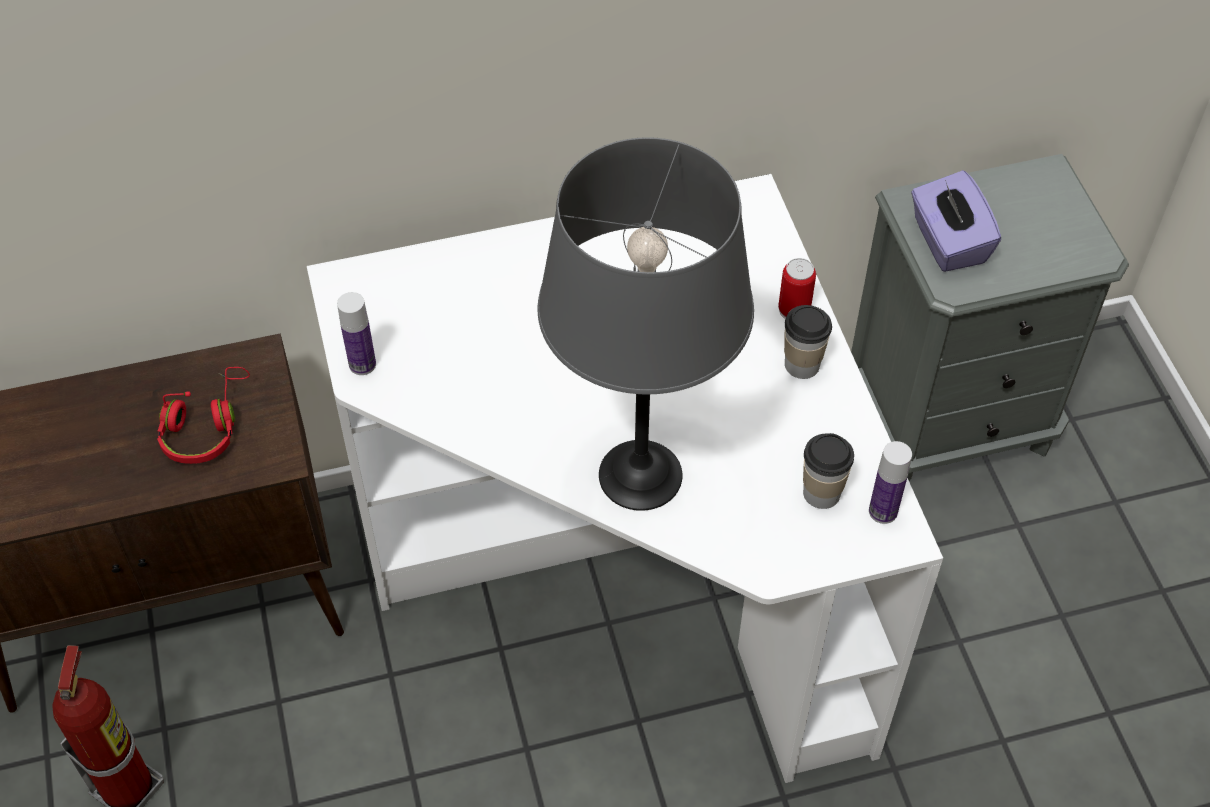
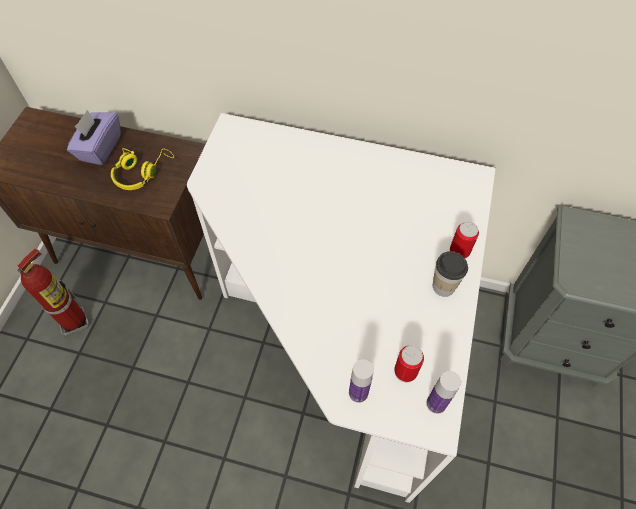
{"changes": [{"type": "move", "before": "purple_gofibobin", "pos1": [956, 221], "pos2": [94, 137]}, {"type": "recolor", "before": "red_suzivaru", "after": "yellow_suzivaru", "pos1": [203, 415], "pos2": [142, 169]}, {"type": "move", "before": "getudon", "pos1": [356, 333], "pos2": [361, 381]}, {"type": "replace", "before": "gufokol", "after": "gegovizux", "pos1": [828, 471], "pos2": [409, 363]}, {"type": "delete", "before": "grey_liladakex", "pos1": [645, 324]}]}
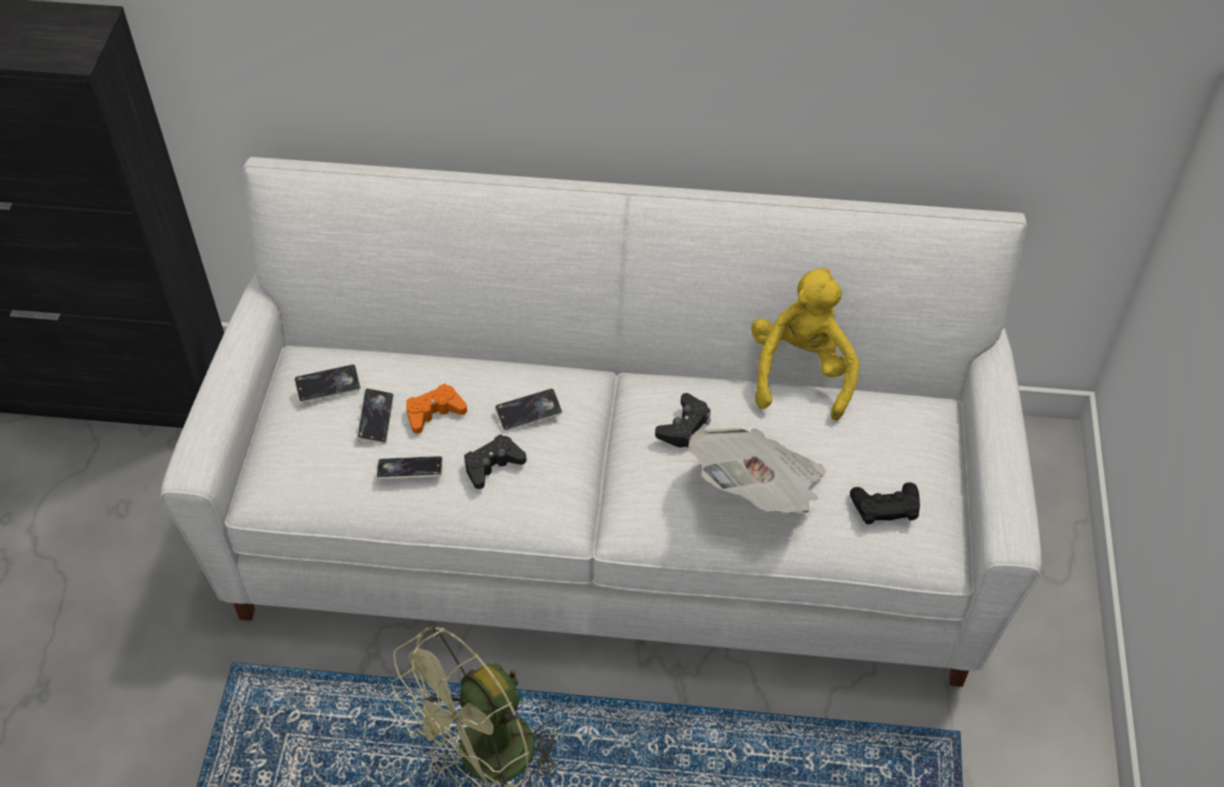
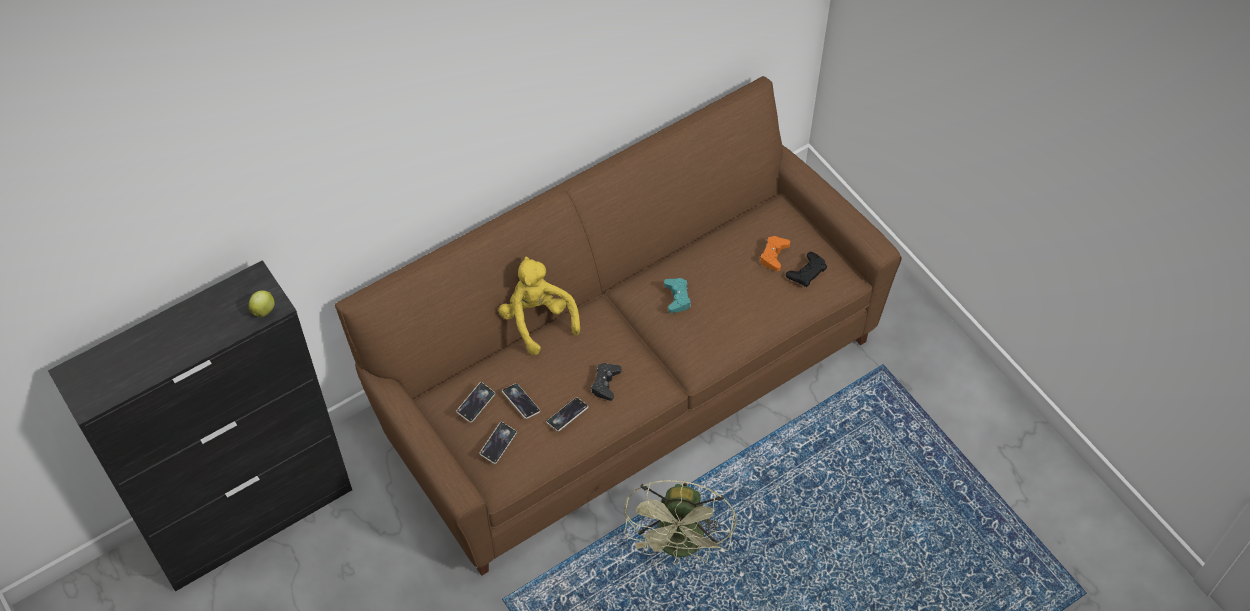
{"changes": [{"type": "insert", "after": "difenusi", "pos2": [262, 303]}, {"type": "recolor", "before": "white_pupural", "after": "brown_pupural", "pos1": [601, 422], "pos2": [618, 326]}, {"type": "move", "before": "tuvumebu", "pos1": [528, 409], "pos2": [498, 443]}, {"type": "move", "before": "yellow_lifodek", "pos1": [805, 344], "pos2": [539, 305]}, {"type": "recolor", "before": "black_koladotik", "after": "turquoise_koladotik", "pos1": [683, 420], "pos2": [677, 295]}, {"type": "move", "before": "orange_koladotik", "pos1": [436, 409], "pos2": [774, 253]}, {"type": "delete", "before": "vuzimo", "pos1": [757, 471]}]}
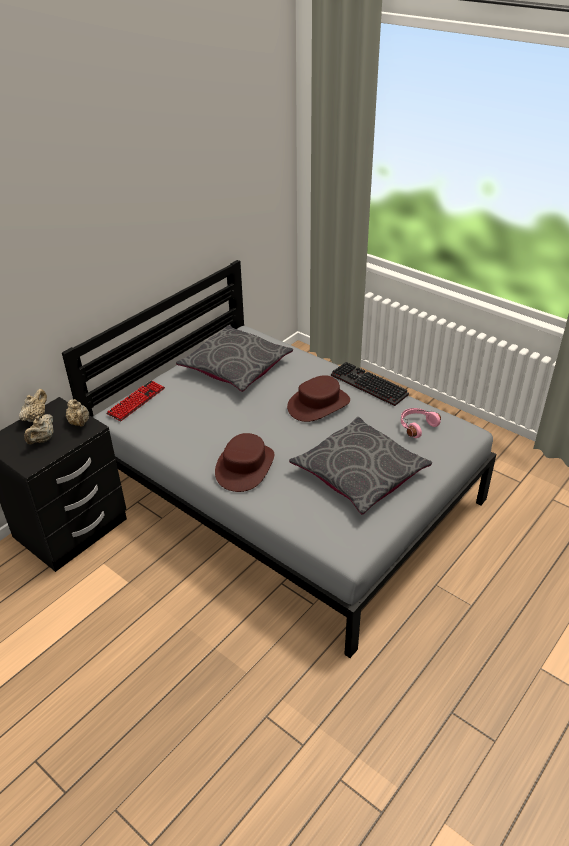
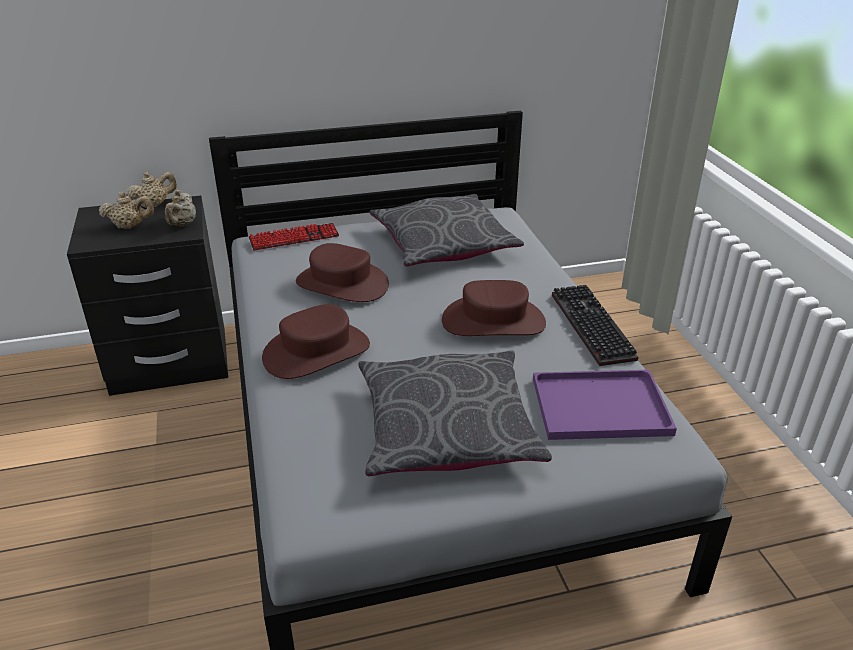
{"changes": [{"type": "rotate", "before": "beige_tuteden", "pos1": [39, 429], "pos2": [126, 210], "turn": -150}, {"type": "insert", "after": "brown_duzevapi", "pos2": [342, 272]}, {"type": "replace", "before": "pink_suzivaru", "after": "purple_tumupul", "pos1": [421, 423], "pos2": [605, 405]}]}
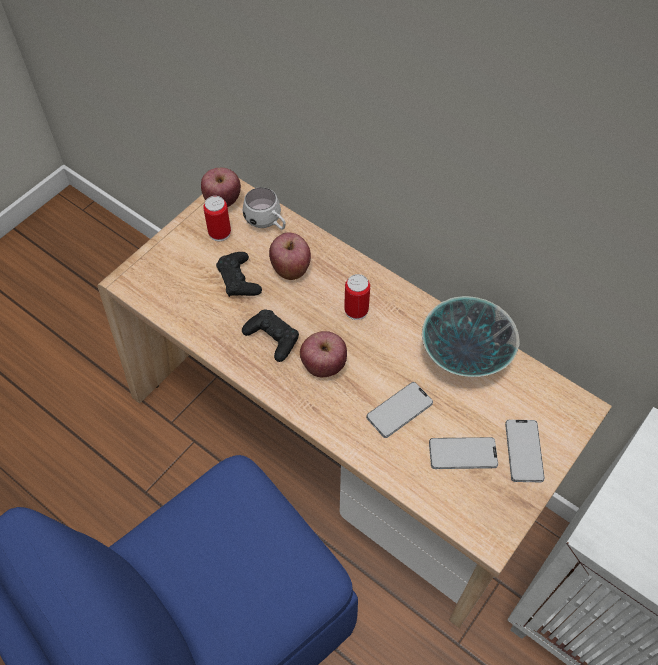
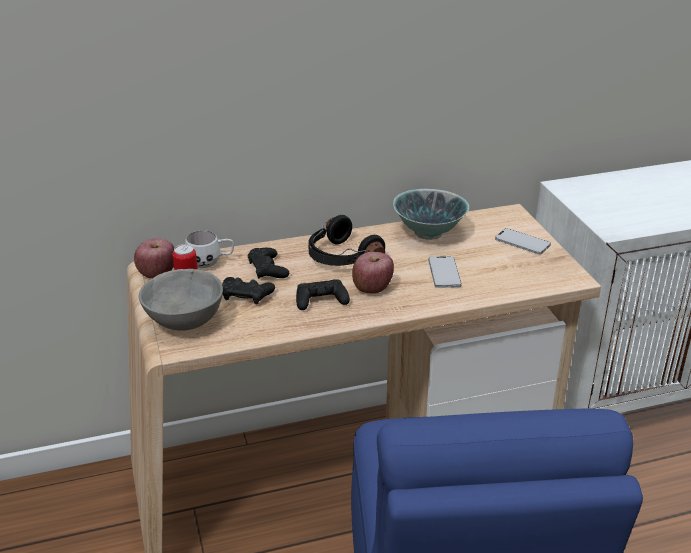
{"changes": [{"type": "insert", "after": "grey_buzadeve", "pos2": [181, 300]}, {"type": "replace", "before": "difenusi", "after": "black_koladotik", "pos1": [290, 256], "pos2": [268, 263]}, {"type": "replace", "before": "gegovizux", "after": "black_suzivaru", "pos1": [357, 297], "pos2": [346, 240]}, {"type": "delete", "before": "tuvumebu", "pos1": [463, 453]}]}
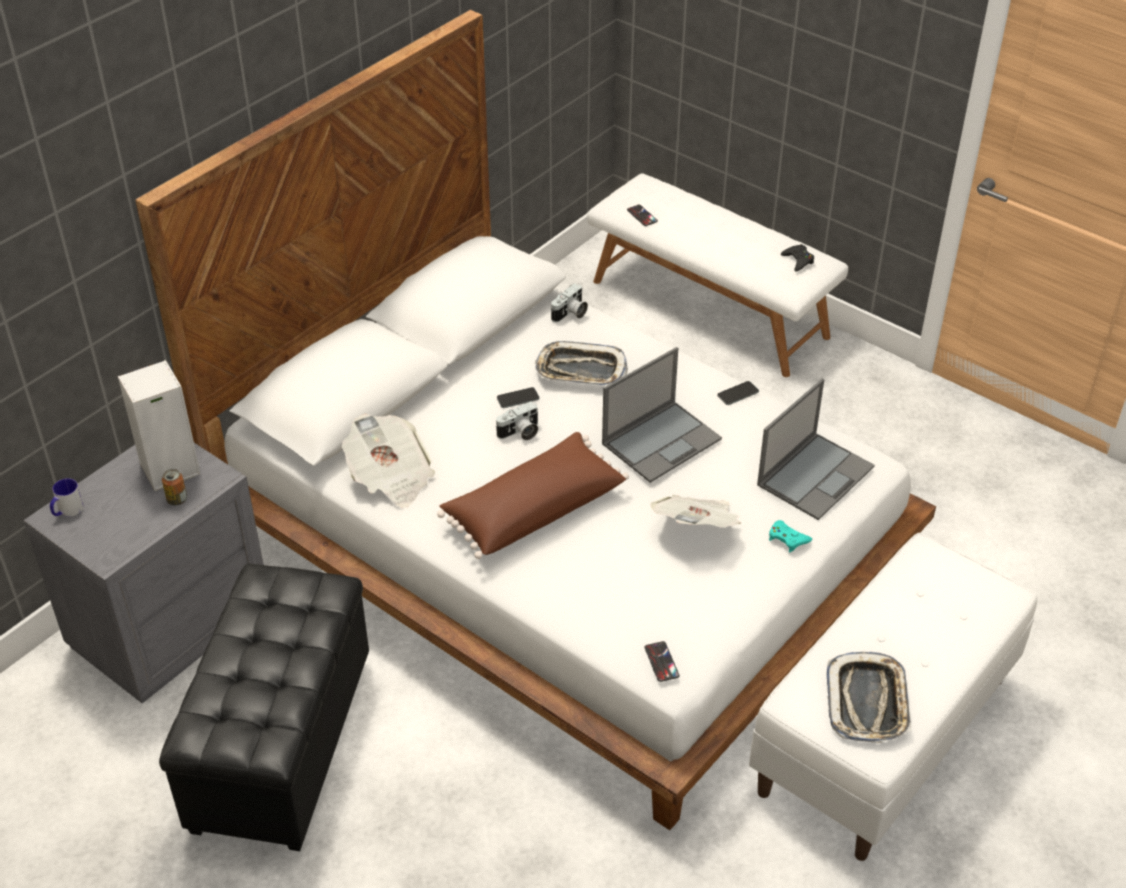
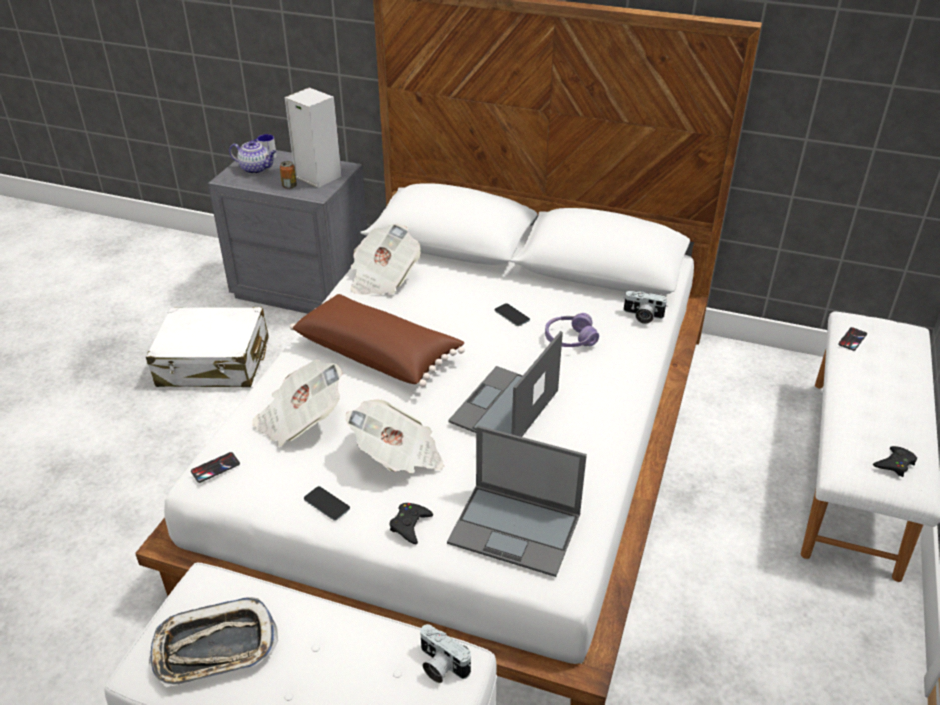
{"changes": [{"type": "replace", "before": "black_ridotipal", "after": "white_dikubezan", "pos1": [264, 707], "pos2": [207, 347]}, {"type": "insert", "after": "tuteden", "pos2": [253, 157]}, {"type": "insert", "after": "vuzimo", "pos2": [297, 402]}, {"type": "move", "before": "tuvumebu", "pos1": [738, 393], "pos2": [327, 503]}, {"type": "recolor", "before": "turquoise_koladotik", "after": "black_koladotik", "pos1": [790, 536], "pos2": [411, 523]}, {"type": "move", "before": "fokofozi", "pos1": [516, 420], "pos2": [445, 653]}, {"type": "rotate", "before": "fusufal", "pos1": [662, 415], "pos2": [505, 384], "turn": 90}, {"type": "replace", "before": "tumupul", "after": "purple_suzivaru", "pos1": [581, 363], "pos2": [572, 330]}]}
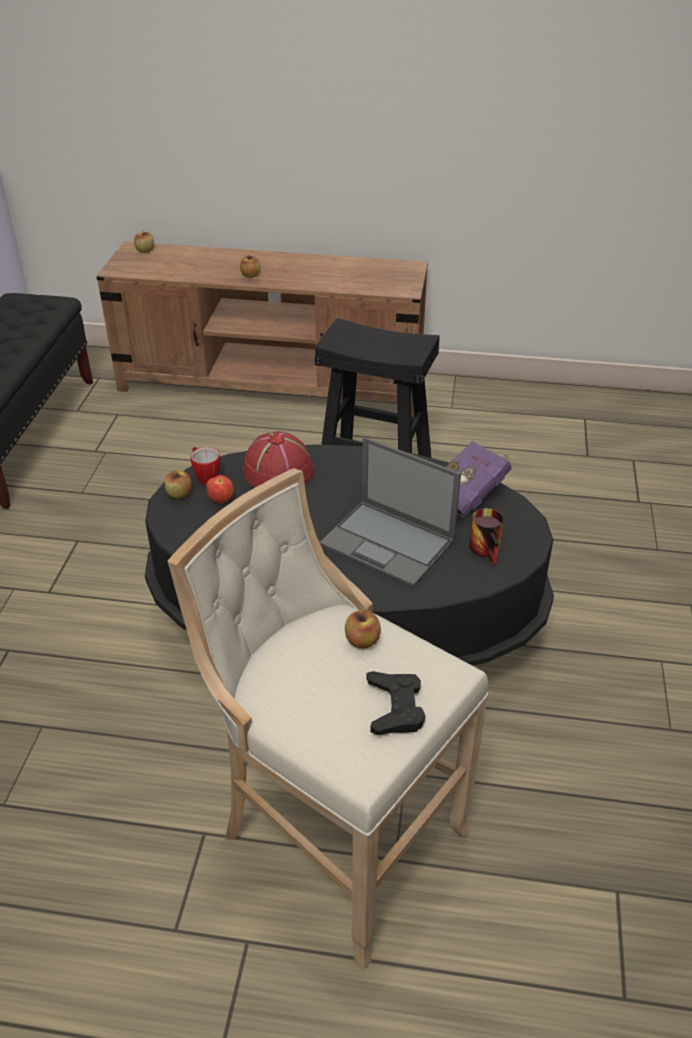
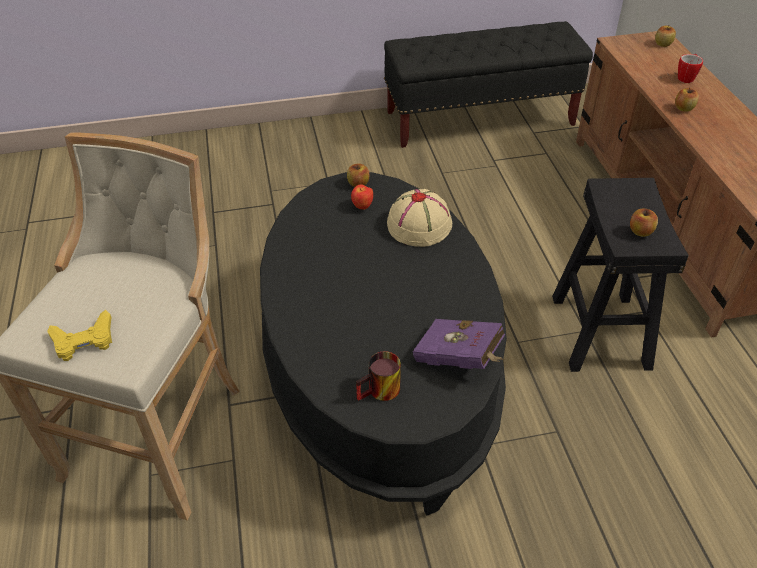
{"changes": [{"type": "recolor", "before": "black_koladotik", "after": "yellow_koladotik", "pos1": [395, 703], "pos2": [79, 335]}, {"type": "recolor", "before": "red_duzevapi", "after": "beige_duzevapi", "pos1": [278, 459], "pos2": [419, 218]}, {"type": "move", "before": "difenusi", "pos1": [363, 629], "pos2": [644, 222]}, {"type": "move", "before": "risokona", "pos1": [205, 465], "pos2": [690, 68]}, {"type": "delete", "before": "fusufal", "pos1": [390, 512]}]}
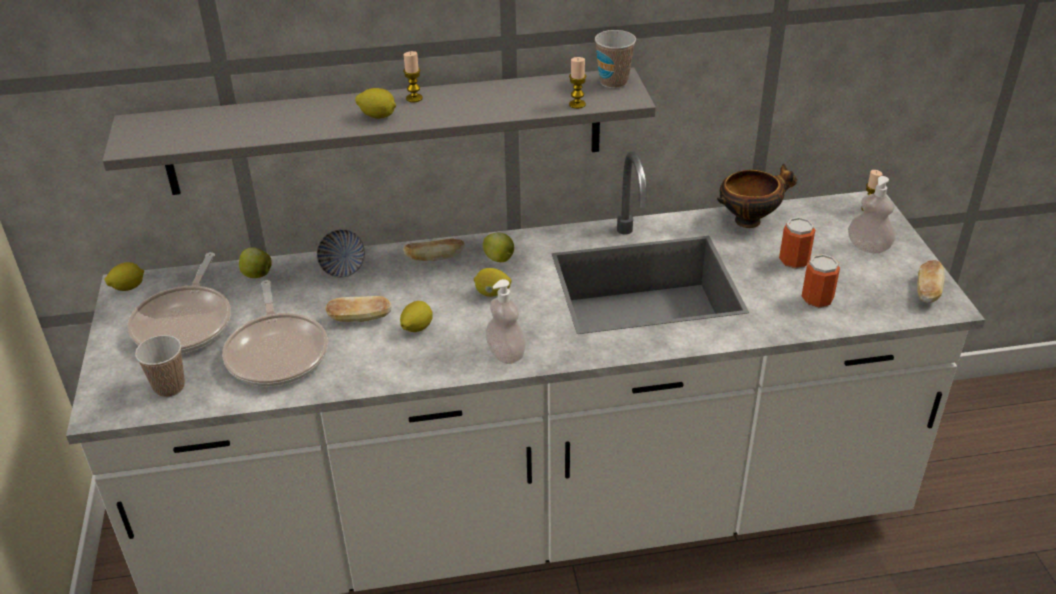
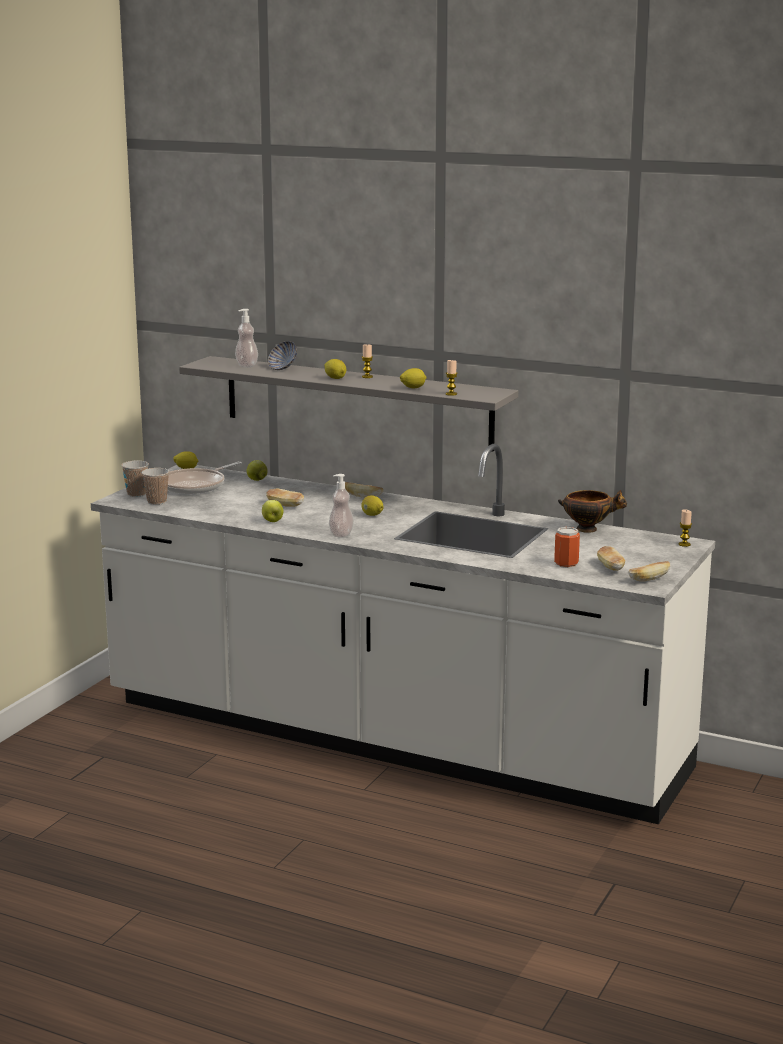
{"changes": [{"type": "move", "before": "gufokol", "pos1": [615, 59], "pos2": [135, 479]}, {"type": "move", "before": "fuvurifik", "pos1": [871, 215], "pos2": [246, 338]}, {"type": "move", "before": "difenusi", "pos1": [498, 247], "pos2": [273, 511]}, {"type": "move", "before": "buzadeve", "pos1": [341, 253], "pos2": [282, 355]}, {"type": "move", "before": "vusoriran", "pos1": [416, 316], "pos2": [413, 378]}, {"type": "insert", "after": "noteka", "pos2": [611, 558]}, {"type": "delete", "before": "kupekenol", "pos1": [275, 333]}, {"type": "delete", "before": "gegovizux", "pos1": [797, 243]}]}
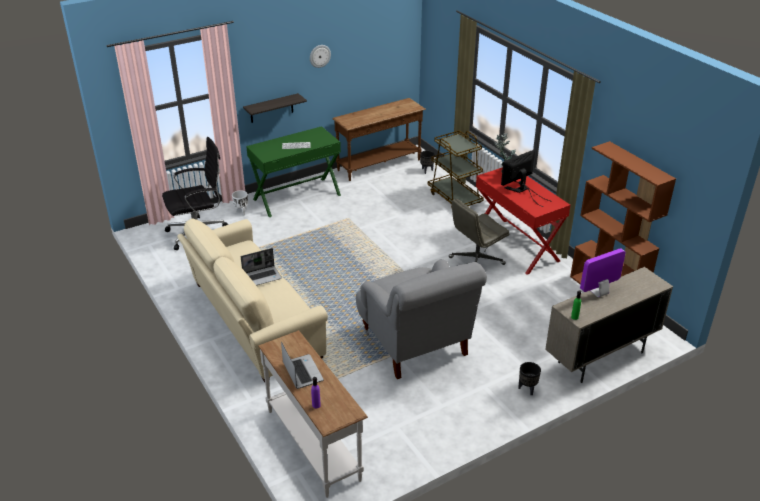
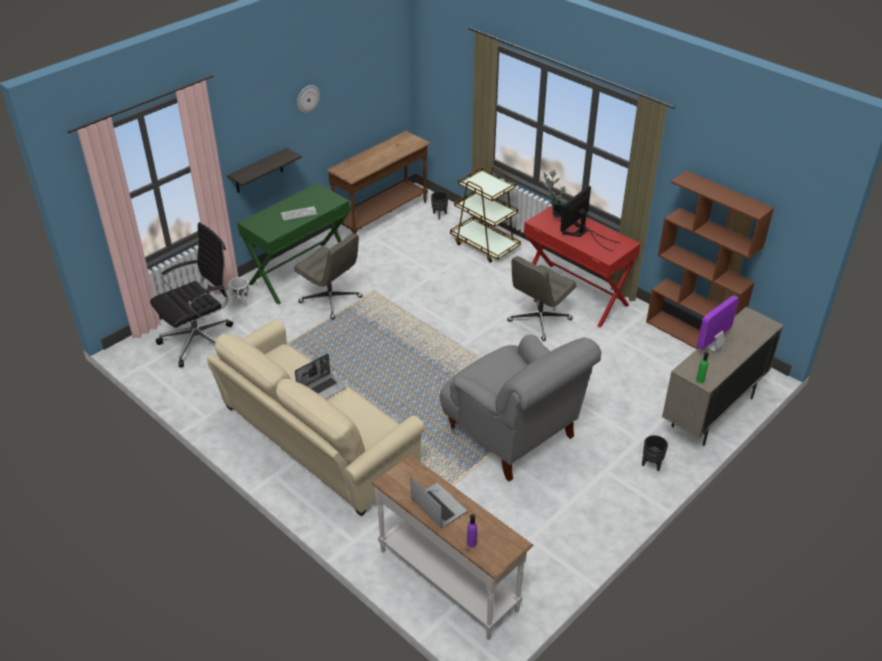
{"changes": [{"type": "insert", "after": "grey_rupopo", "pos2": [328, 276]}]}
